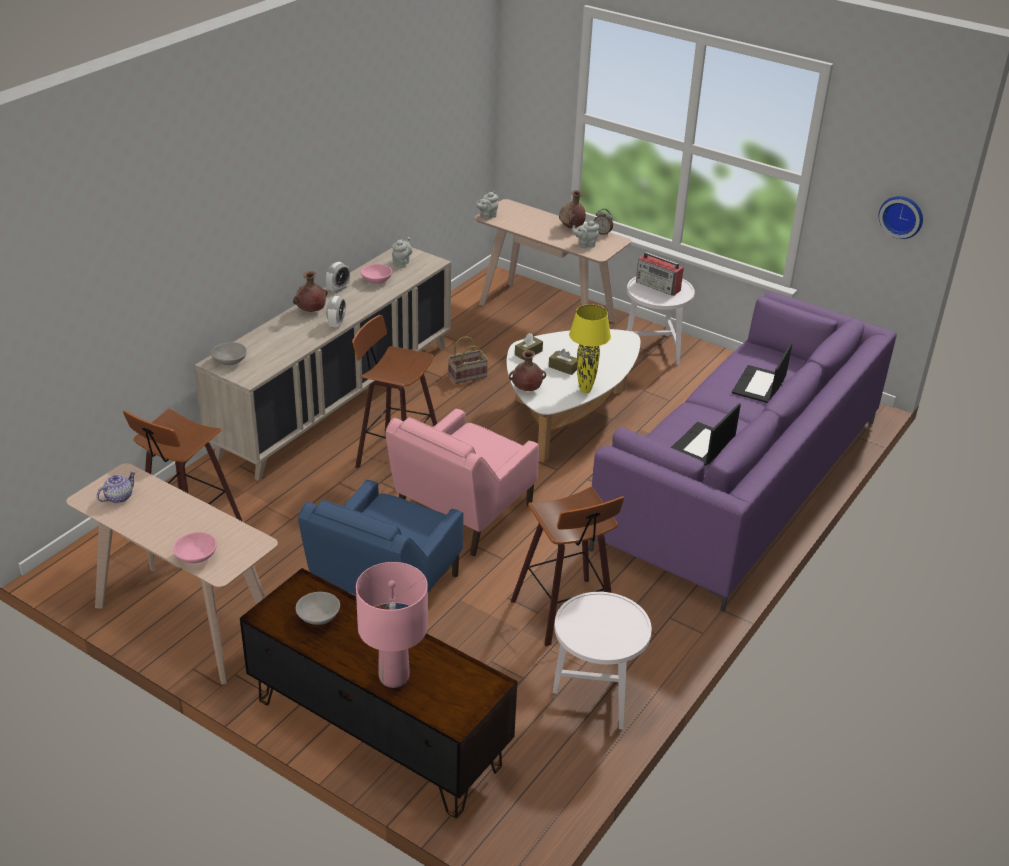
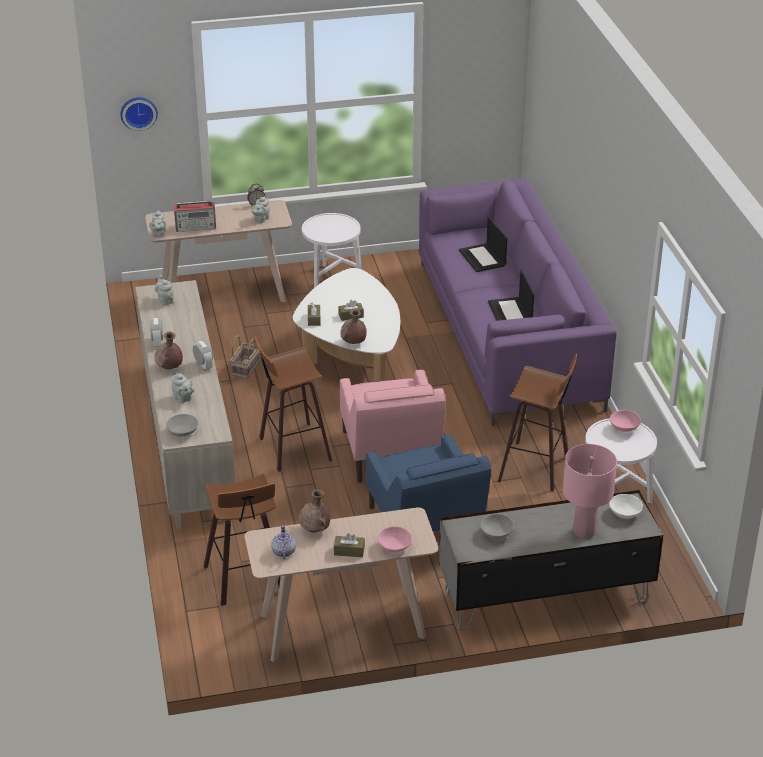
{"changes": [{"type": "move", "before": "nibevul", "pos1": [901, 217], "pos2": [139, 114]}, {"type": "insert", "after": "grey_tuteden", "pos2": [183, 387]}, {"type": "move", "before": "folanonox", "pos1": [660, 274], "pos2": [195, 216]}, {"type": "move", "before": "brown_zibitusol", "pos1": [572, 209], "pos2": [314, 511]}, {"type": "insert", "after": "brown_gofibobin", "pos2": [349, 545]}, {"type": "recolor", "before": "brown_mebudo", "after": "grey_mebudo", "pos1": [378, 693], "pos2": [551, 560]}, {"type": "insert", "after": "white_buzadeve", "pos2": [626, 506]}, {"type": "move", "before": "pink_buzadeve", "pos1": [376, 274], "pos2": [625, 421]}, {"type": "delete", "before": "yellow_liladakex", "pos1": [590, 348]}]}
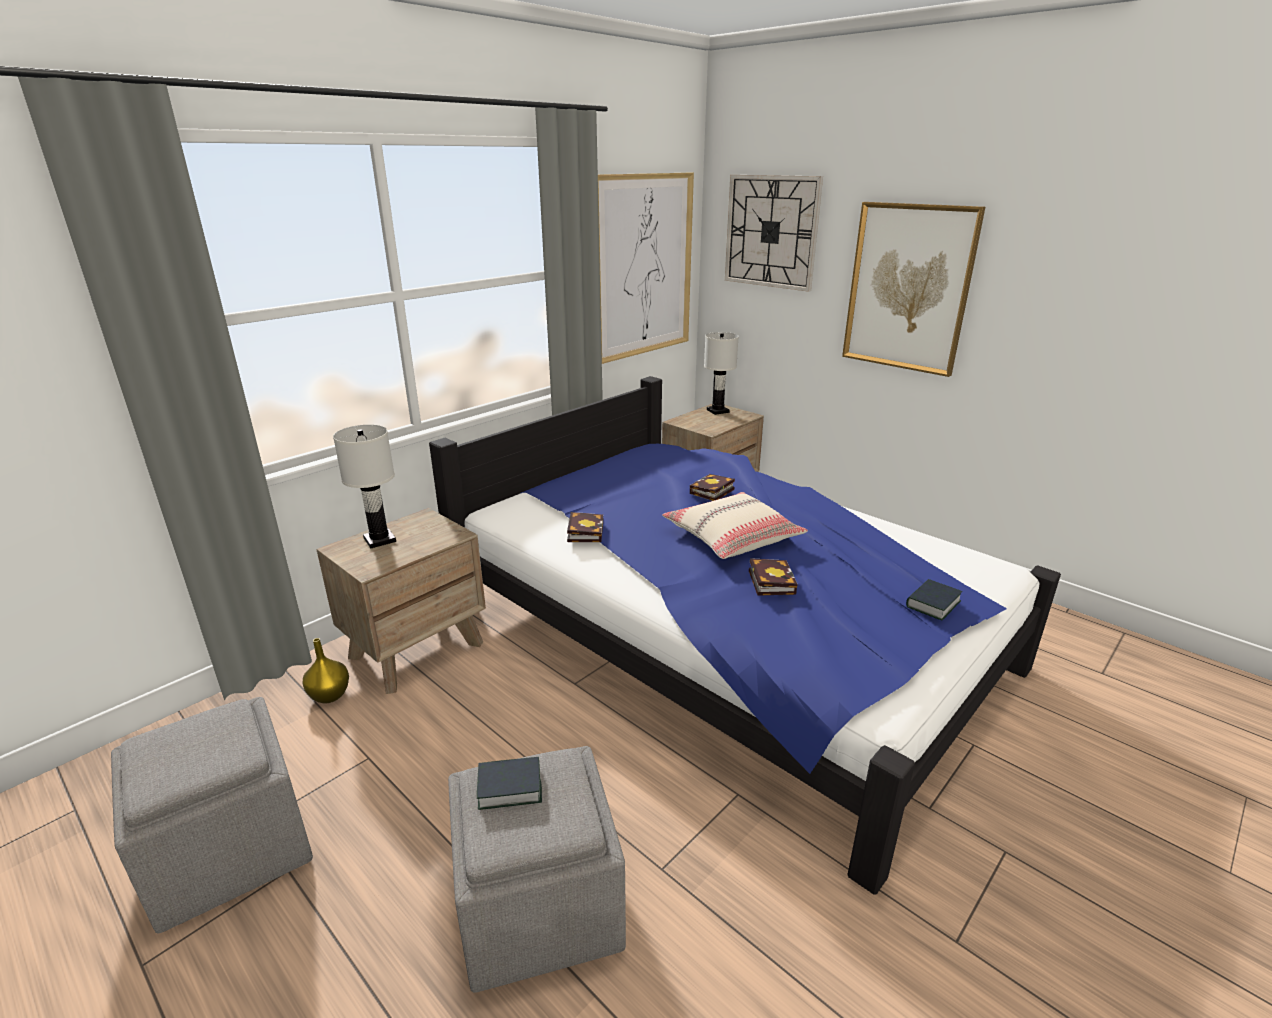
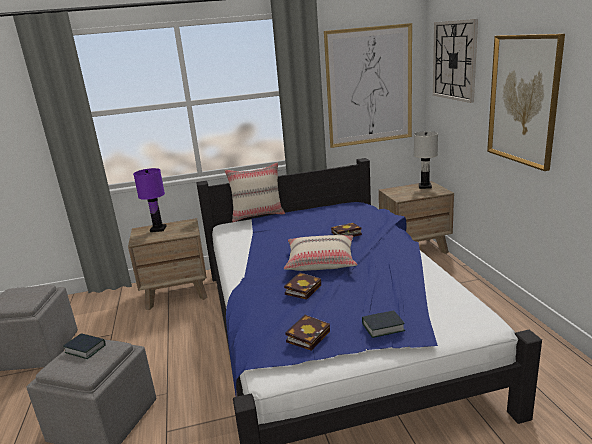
{"changes": [{"type": "recolor", "before": "white_liladakex", "after": "purple_liladakex", "pos1": [364, 486], "pos2": [150, 200]}, {"type": "insert", "after": "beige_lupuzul", "pos2": [254, 192]}, {"type": "move", "before": "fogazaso", "pos1": [585, 527], "pos2": [307, 333]}, {"type": "delete", "before": "yellow_zibitusol", "pos1": [326, 670]}]}
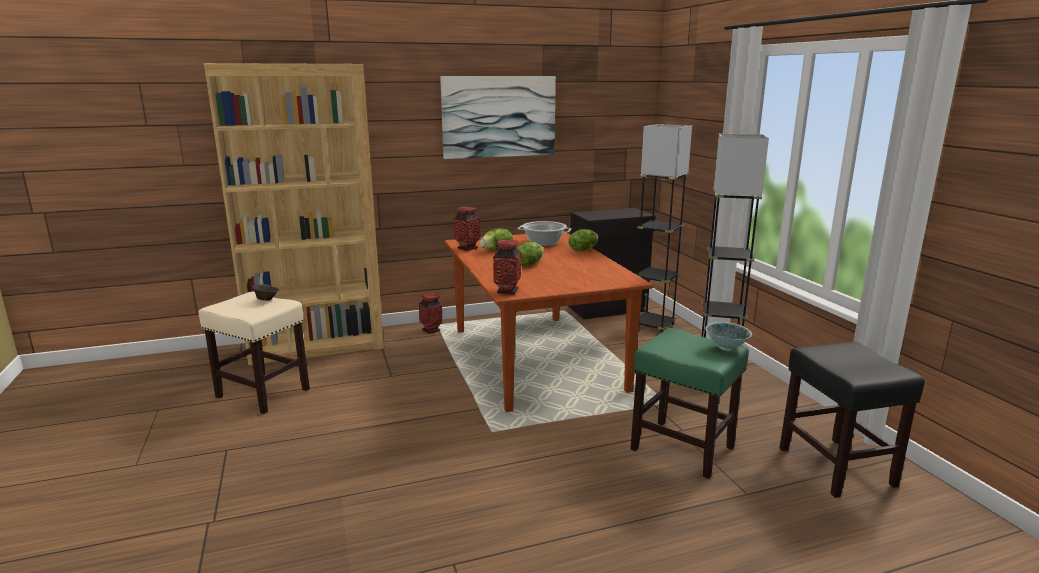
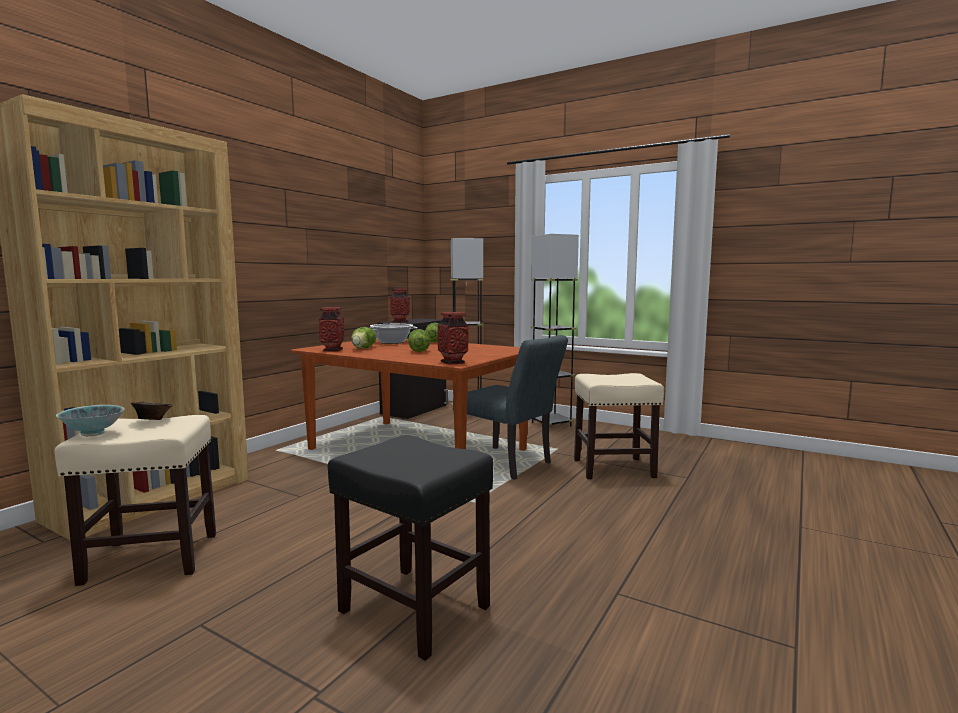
{"changes": [{"type": "move", "before": "buzadeve", "pos1": [728, 336], "pos2": [90, 420]}, {"type": "move", "before": "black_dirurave", "pos1": [852, 419], "pos2": [410, 548]}, {"type": "move", "before": "zibitusol", "pos1": [430, 313], "pos2": [400, 306]}, {"type": "insert", "after": "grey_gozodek", "pos2": [510, 407]}, {"type": "recolor", "before": "green_dirurave", "after": "beige_dirurave", "pos1": [689, 403], "pos2": [619, 426]}, {"type": "delete", "before": "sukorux", "pos1": [498, 117]}]}
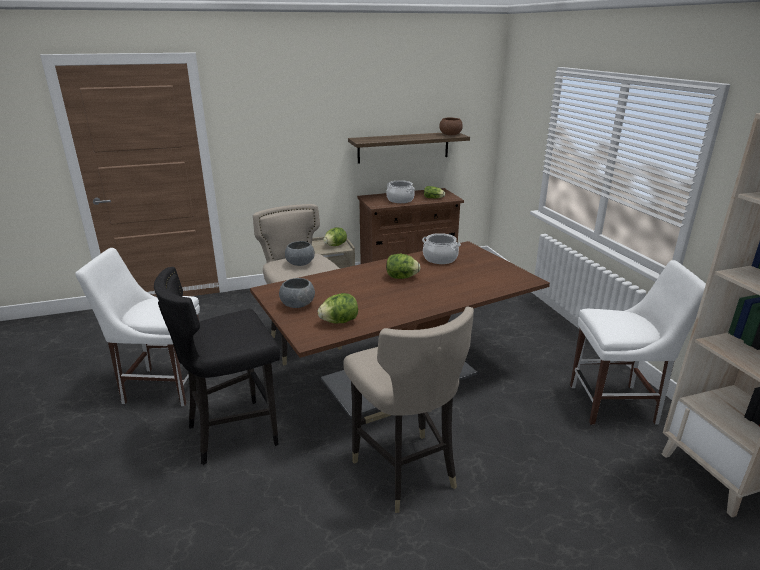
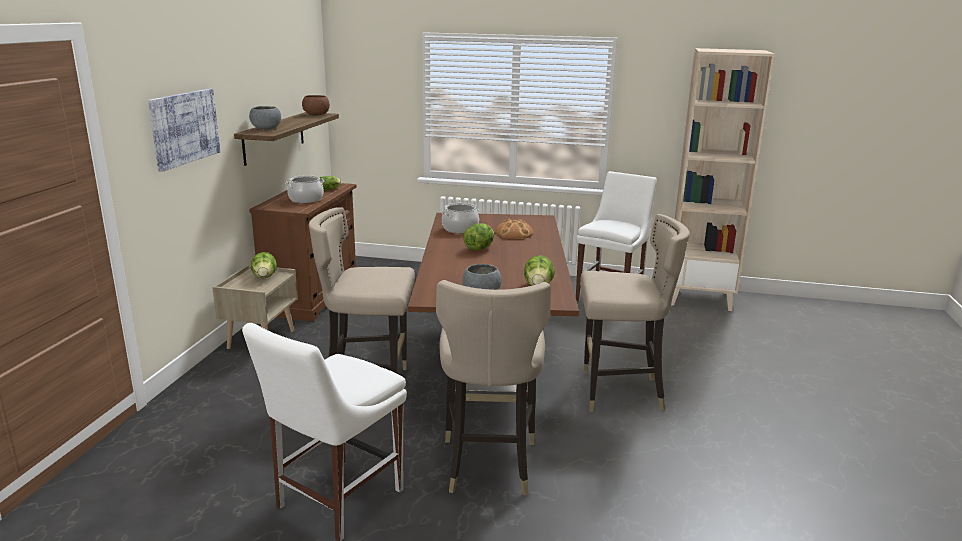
{"changes": [{"type": "insert", "after": "sukorux", "pos2": [184, 130]}, {"type": "move", "before": "grey_buzadeve", "pos1": [300, 253], "pos2": [265, 117]}, {"type": "recolor", "before": "black_dirurave", "after": "beige_dirurave", "pos1": [217, 366], "pos2": [493, 388]}, {"type": "insert", "after": "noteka", "pos2": [514, 229]}]}
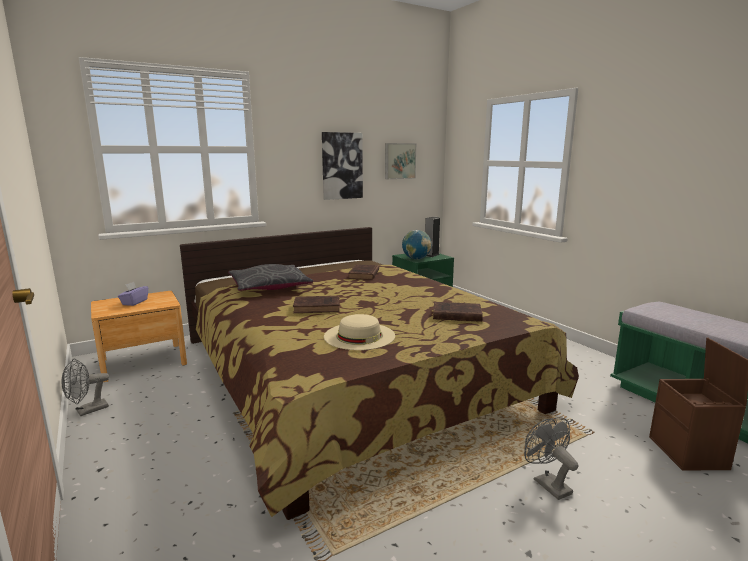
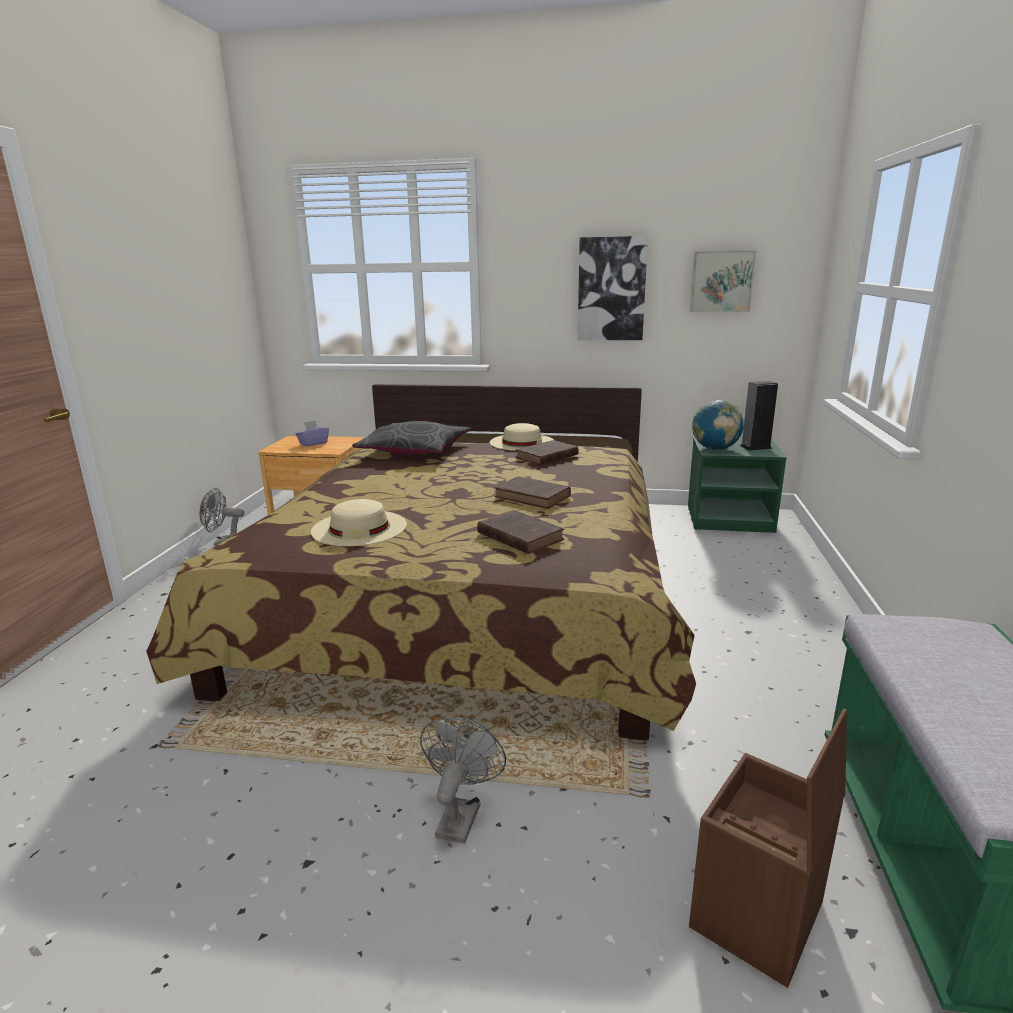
{"changes": [{"type": "insert", "after": "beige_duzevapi", "pos2": [522, 437]}, {"type": "move", "before": "brown_fogazaso", "pos1": [316, 304], "pos2": [533, 492]}]}
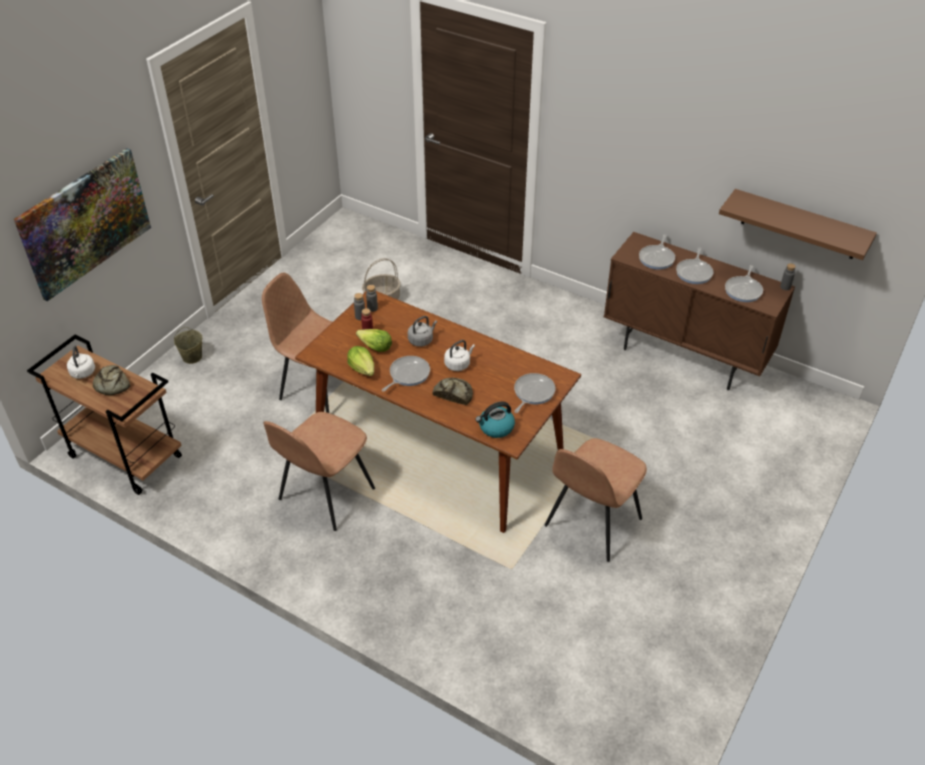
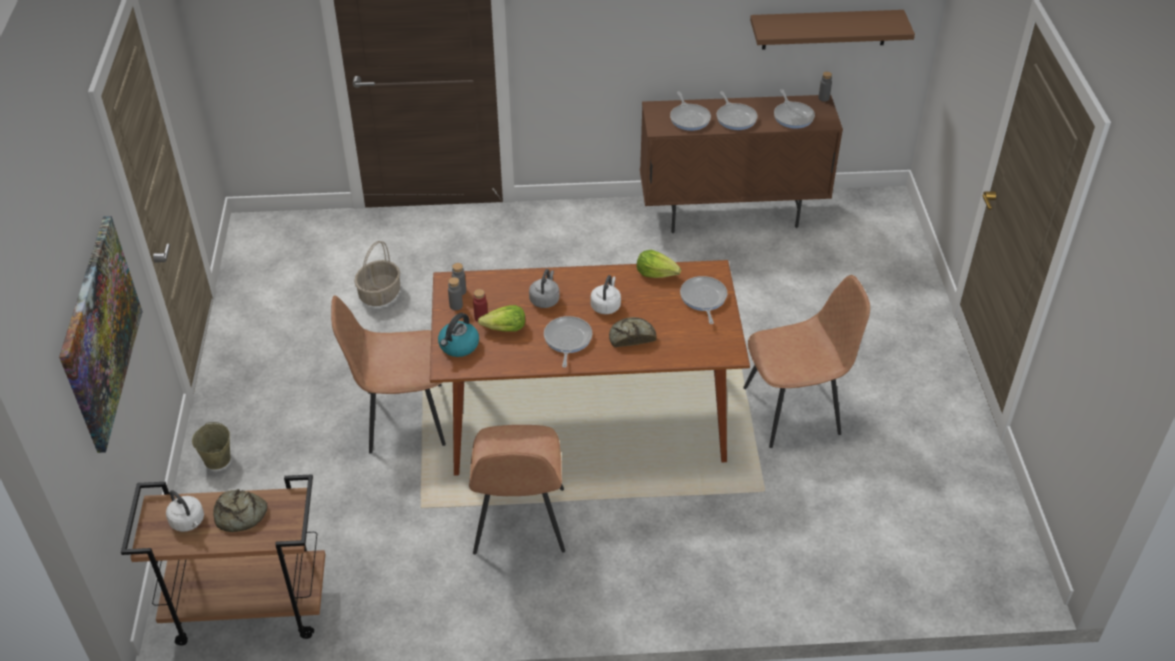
{"changes": [{"type": "move", "before": "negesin", "pos1": [495, 420], "pos2": [458, 335]}, {"type": "move", "before": "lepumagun", "pos1": [360, 361], "pos2": [659, 264]}, {"type": "rotate", "before": "brown_gozodek", "pos1": [596, 500], "pos2": [806, 361], "turn": -105}]}
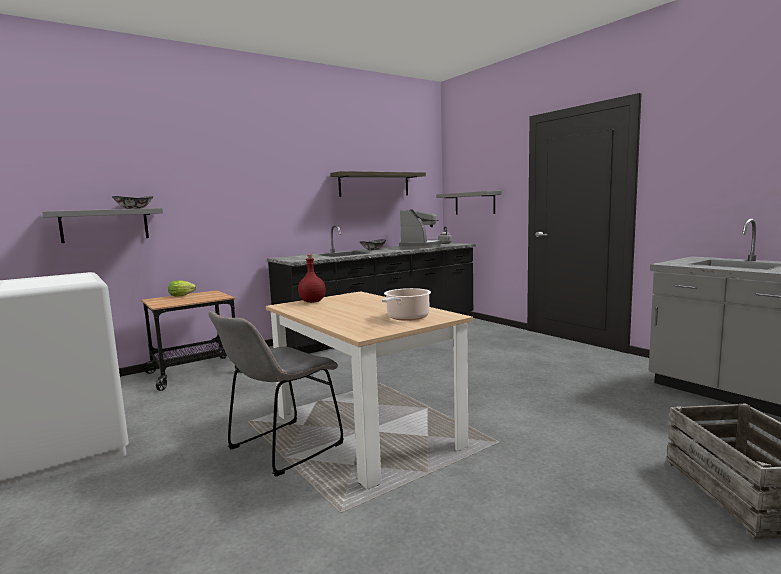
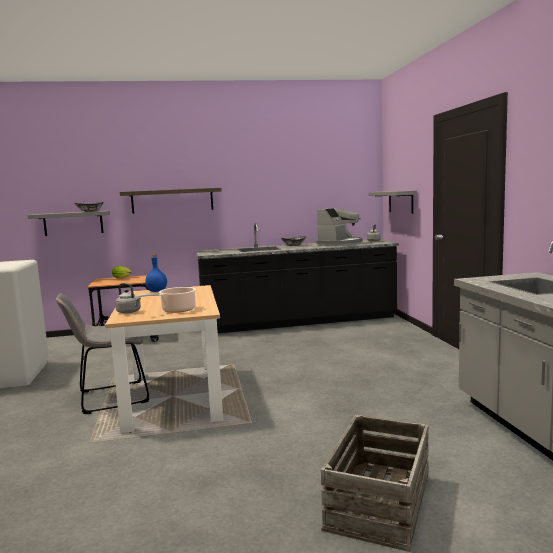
{"changes": [{"type": "insert", "after": "grey_negesin", "pos2": [128, 298]}, {"type": "move", "before": "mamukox", "pos1": [378, 184], "pos2": [171, 201]}, {"type": "recolor", "before": "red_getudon", "after": "blue_getudon", "pos1": [312, 279], "pos2": [156, 273]}]}
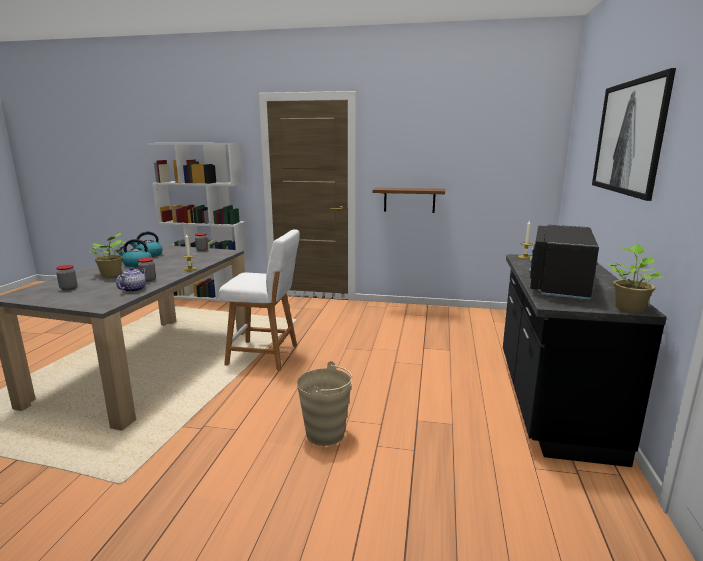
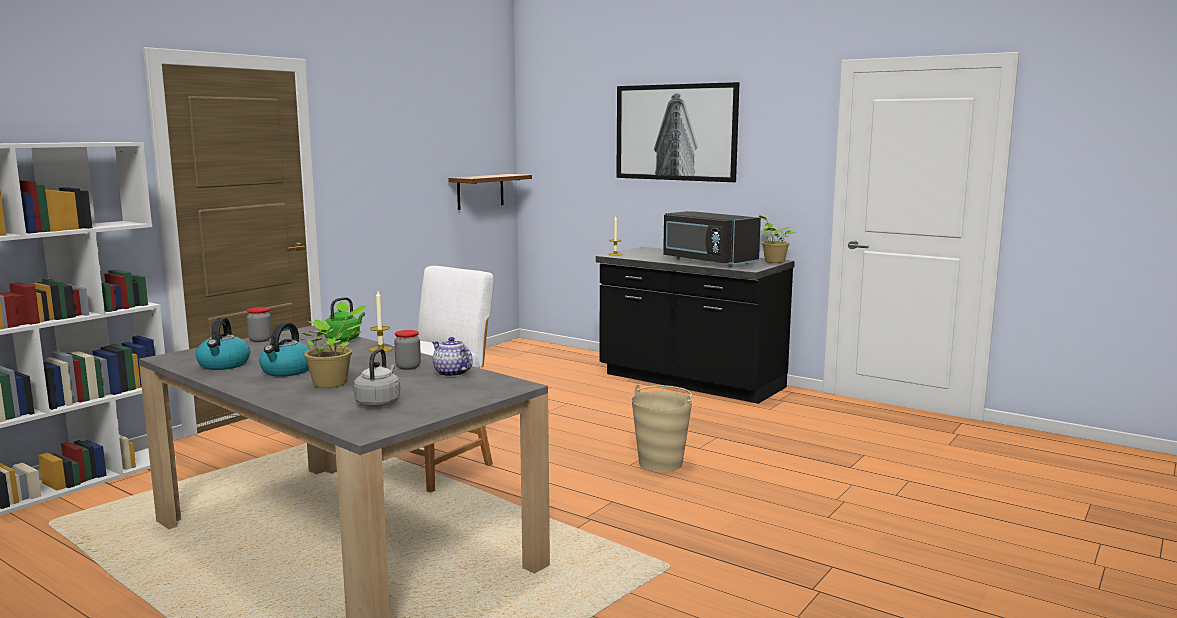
{"changes": [{"type": "insert", "after": "green_negesin", "pos2": [344, 319]}, {"type": "replace", "before": "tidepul", "after": "grey_negesin", "pos1": [66, 277], "pos2": [377, 377]}, {"type": "move", "before": "brown_mamukox", "pos1": [409, 200], "pos2": [490, 192]}]}
